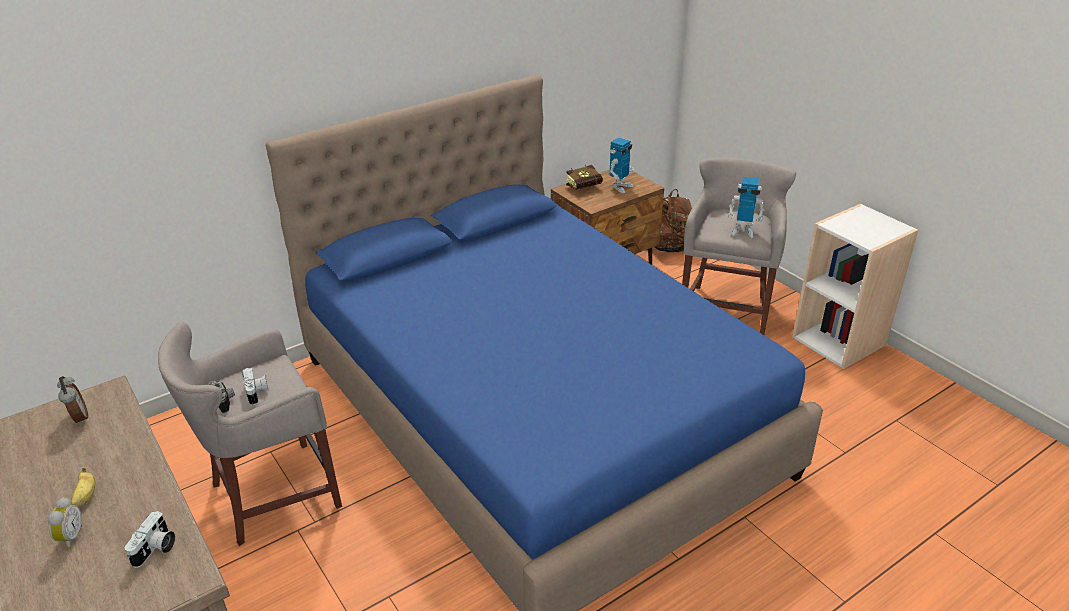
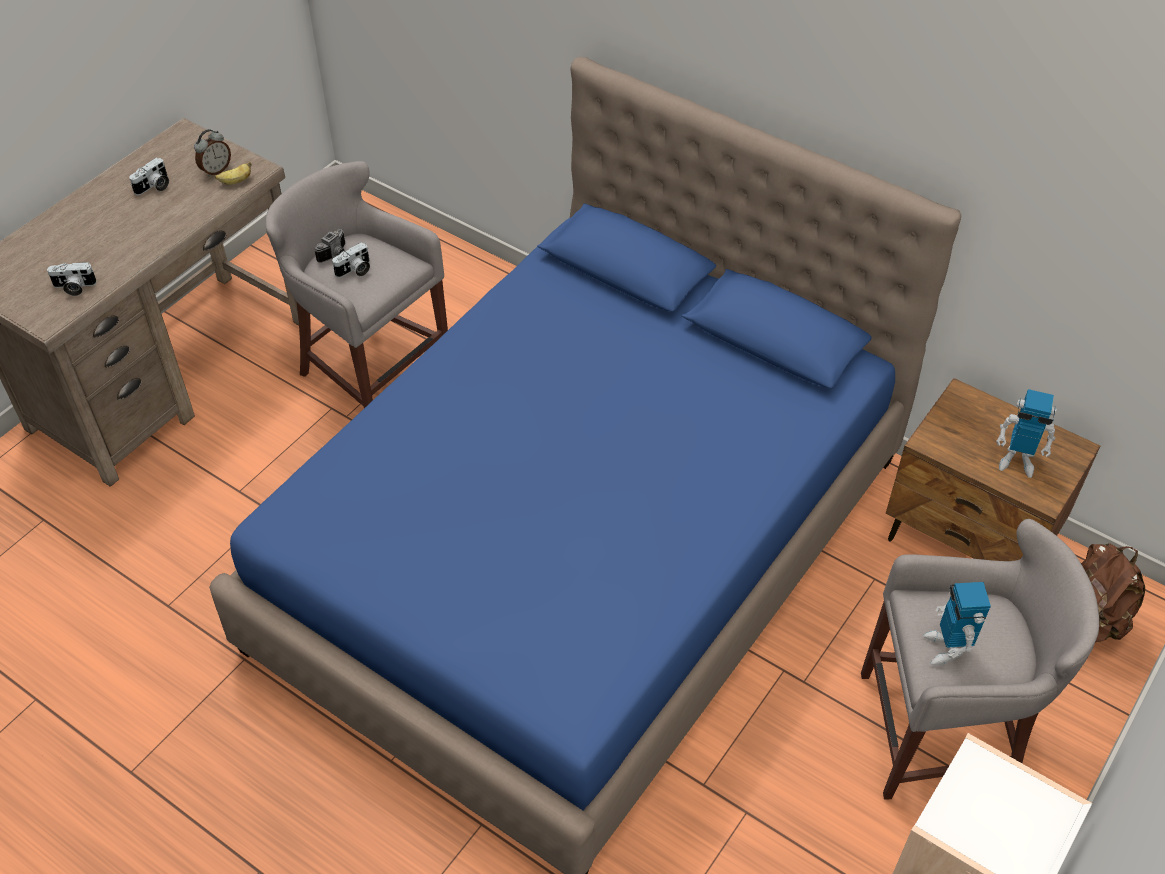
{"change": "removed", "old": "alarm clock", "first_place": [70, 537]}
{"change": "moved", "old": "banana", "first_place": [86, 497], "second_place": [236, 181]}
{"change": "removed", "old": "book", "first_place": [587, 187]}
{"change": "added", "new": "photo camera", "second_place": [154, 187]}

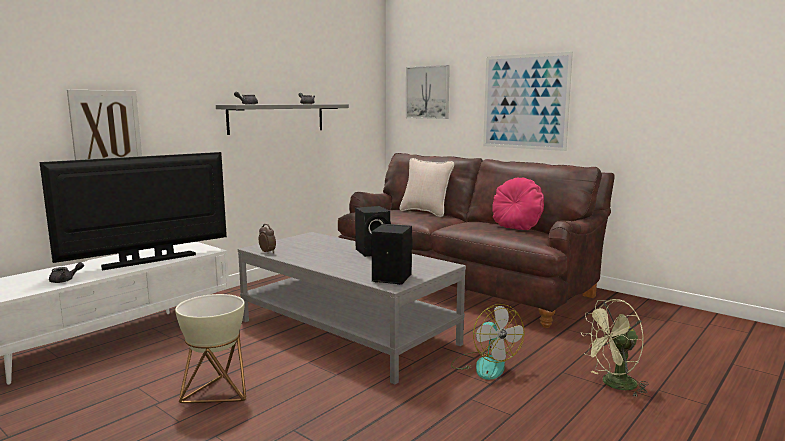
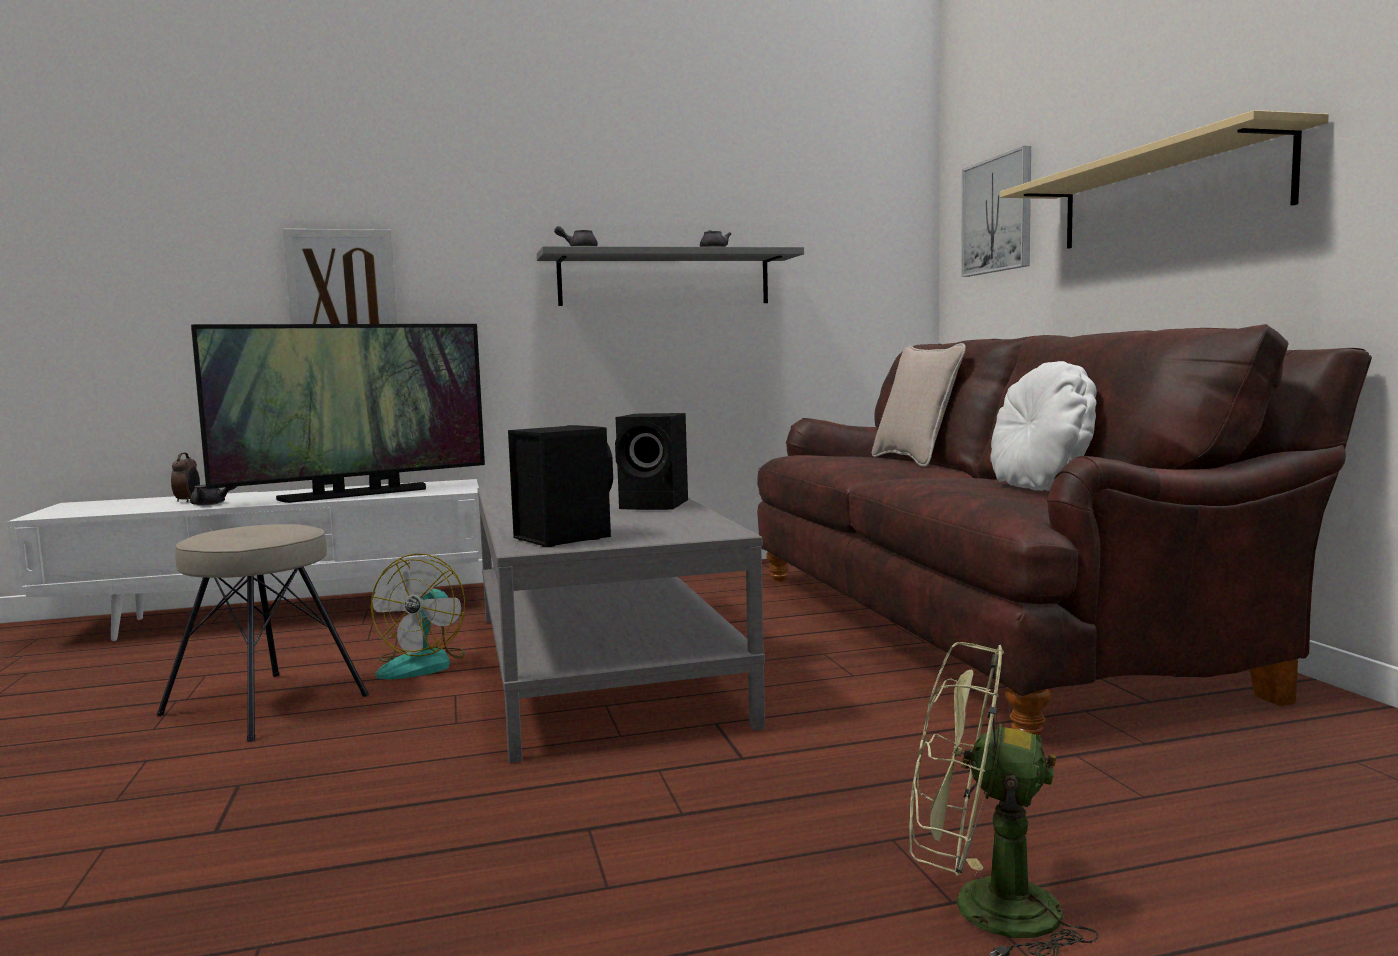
{"change": "turned", "old": "television", "first_place": [148, 260], "second_place": [356, 494], "degrees": 150}
{"change": "replaced", "old": "planter", "new": "beige stool", "first_place": [217, 392], "second_place": [266, 704]}
{"change": "moved", "old": "alarm clock", "first_place": [268, 252], "second_place": [188, 501]}
{"change": "moved", "old": "fan", "first_place": [484, 365], "second_place": [424, 664]}
{"change": "replaced", "old": "picture", "new": "beige shelf", "first_place": [525, 102], "second_place": [1166, 195]}
{"change": "recoloured", "old": "pink pillow", "new": "white pillow", "first_place": [516, 228], "second_place": [1041, 489]}

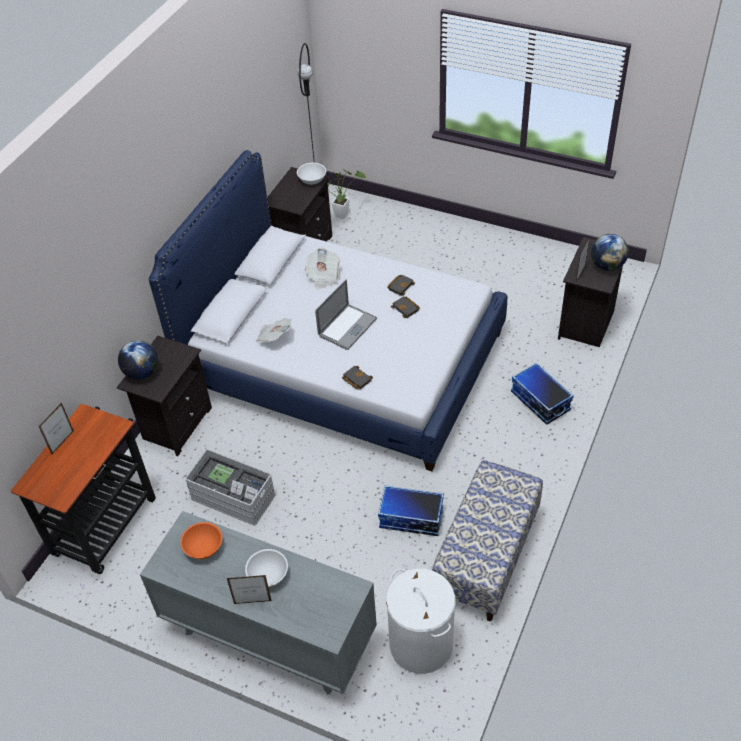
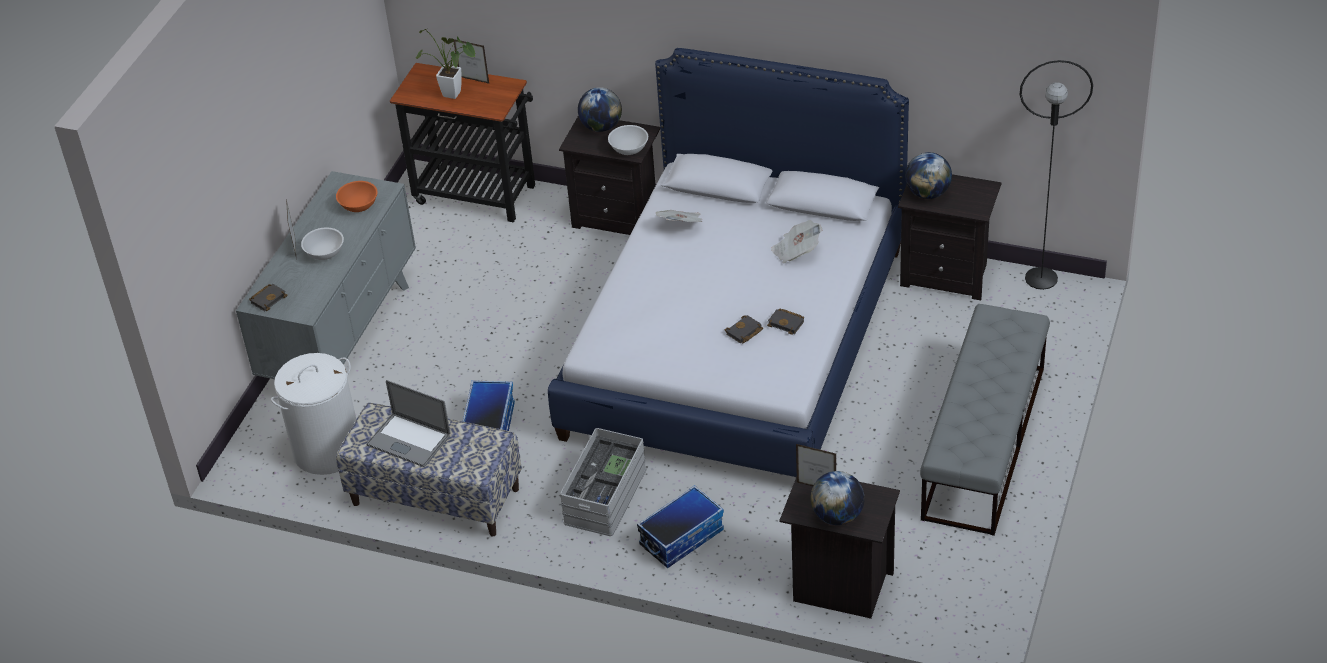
{"change": "moved", "old": "grey storage box", "first_place": [233, 496], "second_place": [606, 496]}
{"change": "moved", "old": "white bowl", "first_place": [312, 180], "second_place": [629, 148]}
{"change": "moved", "old": "laptop", "first_place": [347, 327], "second_place": [409, 440]}
{"change": "moved", "old": "potted plant", "first_place": [343, 213], "second_place": [456, 95]}
{"change": "moved", "old": "black book", "first_place": [356, 379], "second_place": [268, 298]}
{"change": "added", "new": "globe", "second_place": [927, 193]}
{"change": "added", "new": "grey bench", "second_place": [984, 443]}

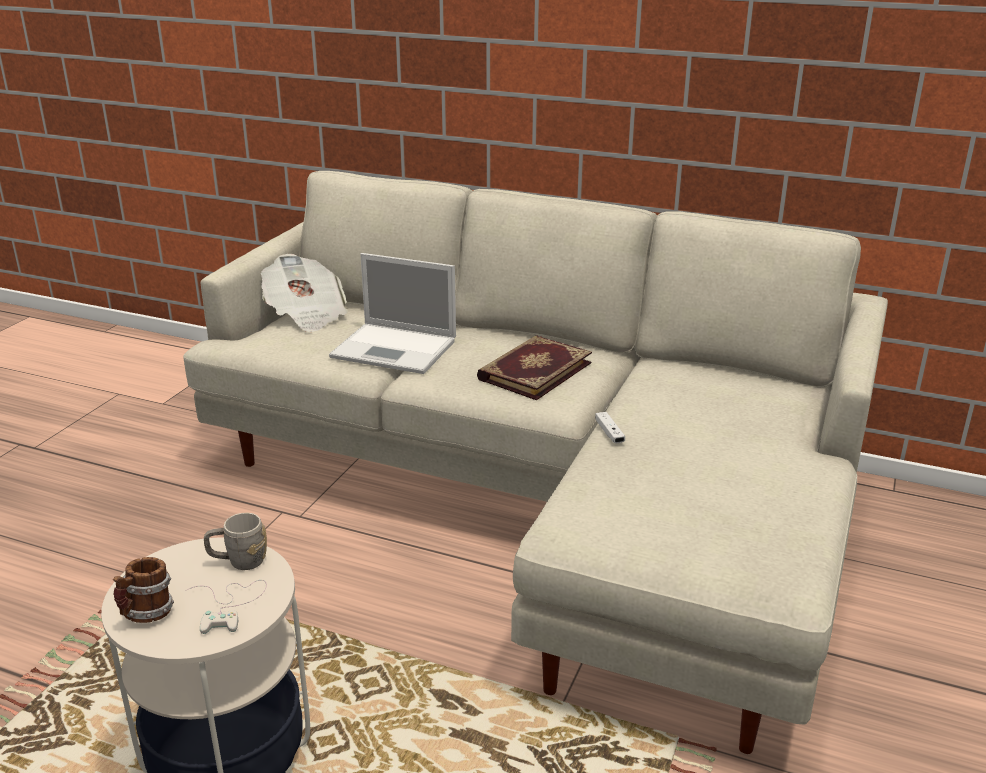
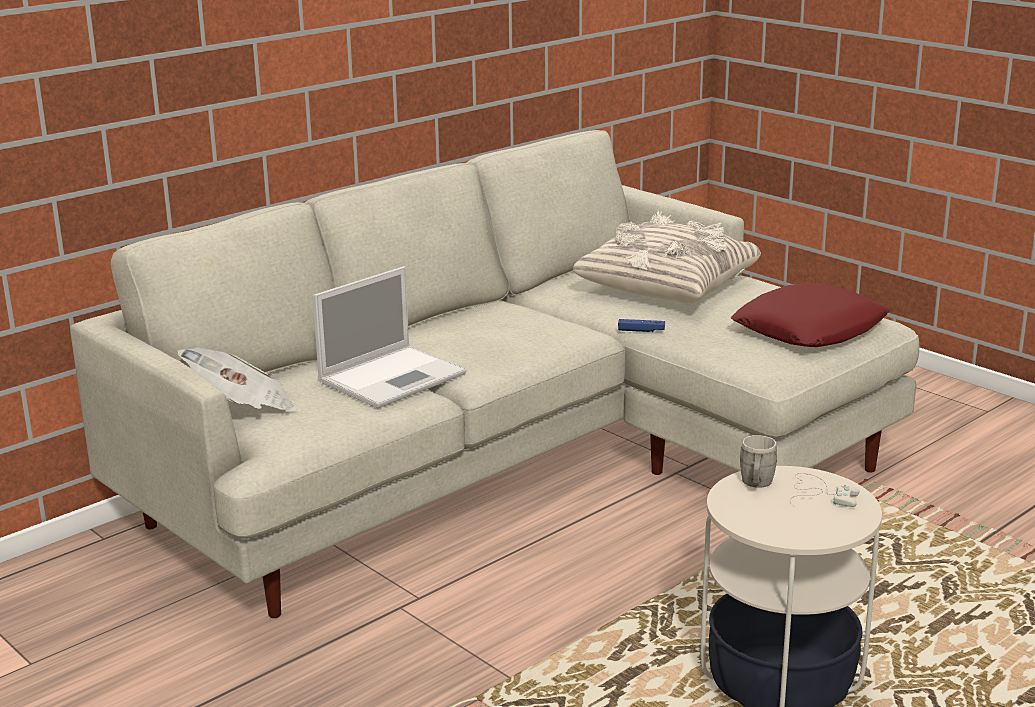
{"change": "removed", "old": "mug", "first_place": [147, 614]}
{"change": "removed", "old": "book", "first_place": [533, 370]}
{"change": "recoloured", "old": "white game controller", "new": "blue game controller", "first_place": [609, 433], "second_place": [641, 330]}
{"change": "added", "new": "beige pillow", "second_place": [667, 289]}
{"change": "added", "new": "red pillow", "second_place": [809, 329]}

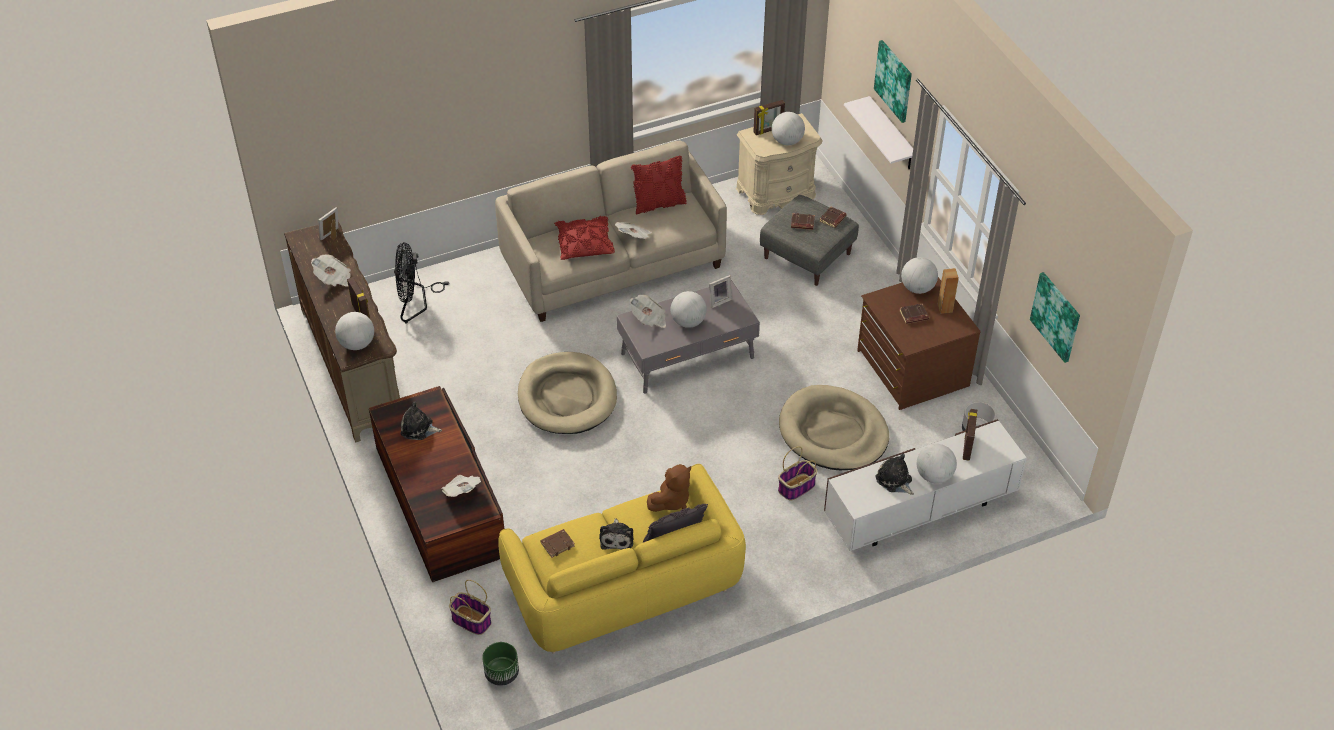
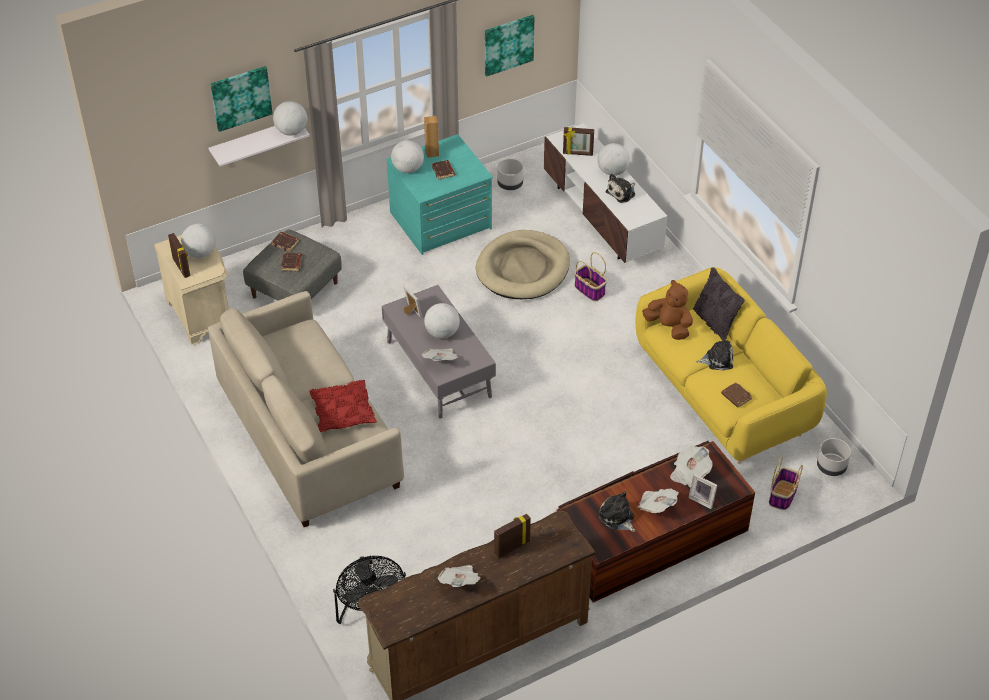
{"change": "moved", "old": "picture frame", "first_place": [332, 236], "second_place": [702, 499]}
{"change": "moved", "old": "globe", "first_place": [357, 344], "second_place": [291, 131]}
{"change": "turned", "old": "plush toy", "first_place": [419, 429], "second_place": [617, 518], "degrees": 135}
{"change": "recoloured", "old": "green planter", "new": "grey planter", "first_place": [501, 674], "second_place": [831, 467]}
{"change": "removed", "old": "beige dog bed", "first_place": [567, 397]}
{"change": "moved", "old": "newspaper", "first_place": [634, 237], "second_place": [656, 506]}
{"change": "removed", "old": "red pillow", "first_place": [659, 204]}
{"change": "recoloured", "old": "brown dresser", "new": "turquoise dresser", "first_place": [911, 368], "second_place": [441, 221]}

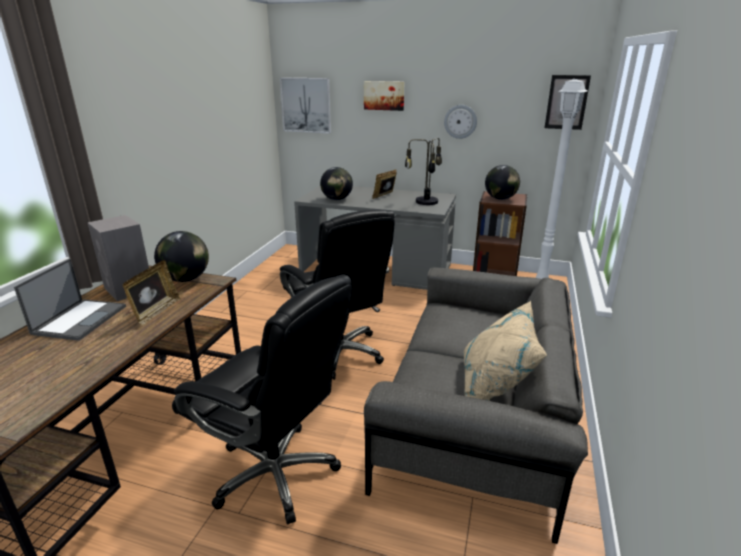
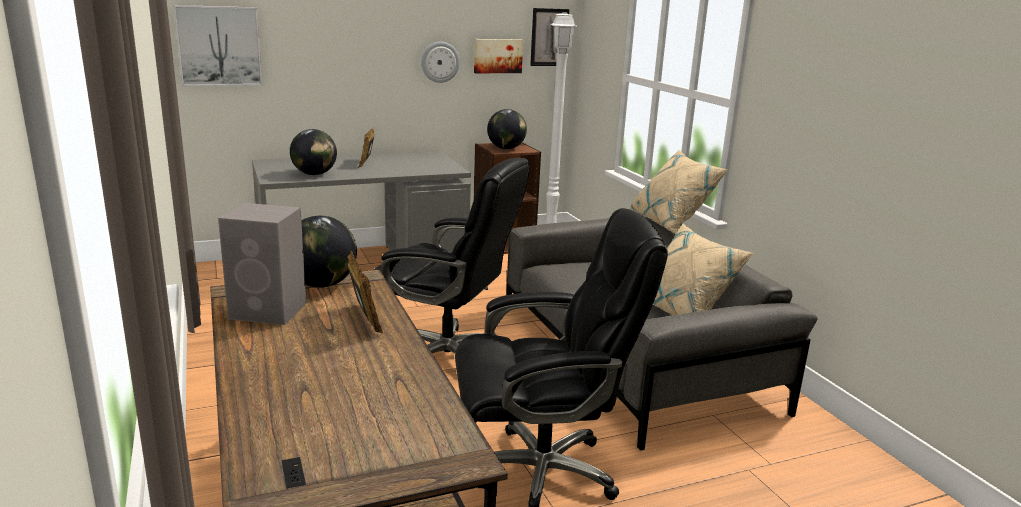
{"change": "removed", "old": "laptop", "first_place": [80, 319]}
{"change": "moved", "old": "picture", "first_place": [384, 95], "second_place": [497, 56]}
{"change": "removed", "old": "table lamp", "first_place": [426, 201]}
{"change": "added", "new": "beige pillow", "second_place": [671, 223]}

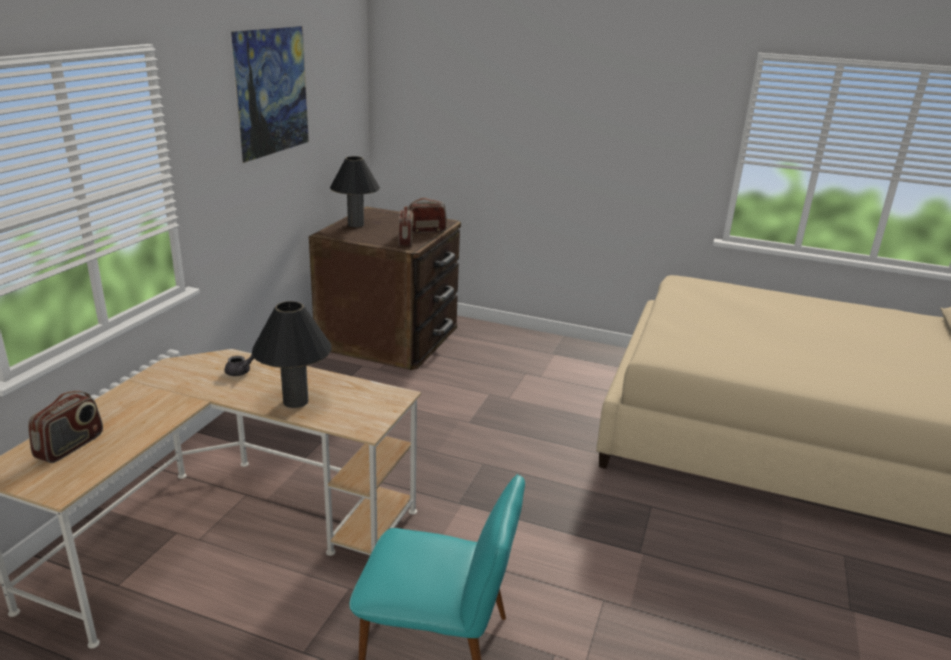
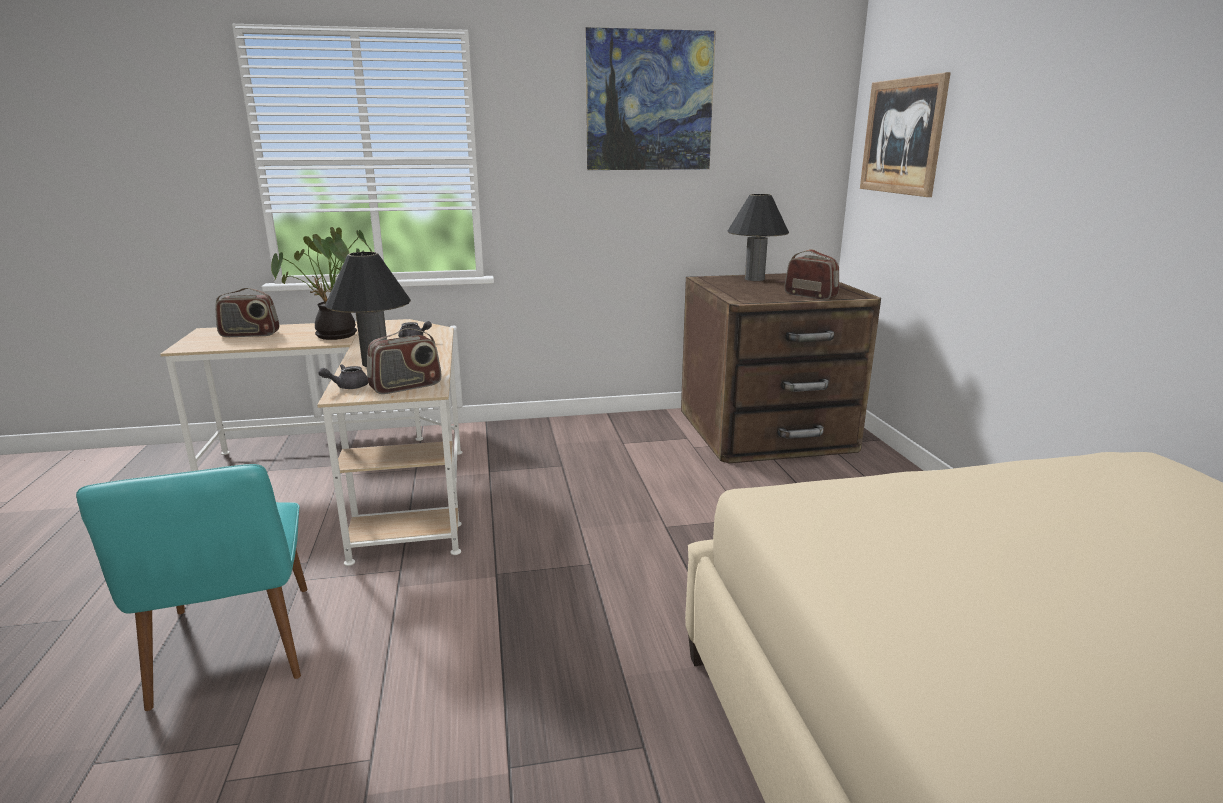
{"change": "moved", "old": "radio", "first_place": [406, 241], "second_place": [406, 387]}
{"change": "added", "new": "potted plant", "second_place": [334, 336]}
{"change": "added", "new": "grey teapot", "second_place": [347, 386]}
{"change": "added", "new": "picture", "second_place": [902, 136]}

